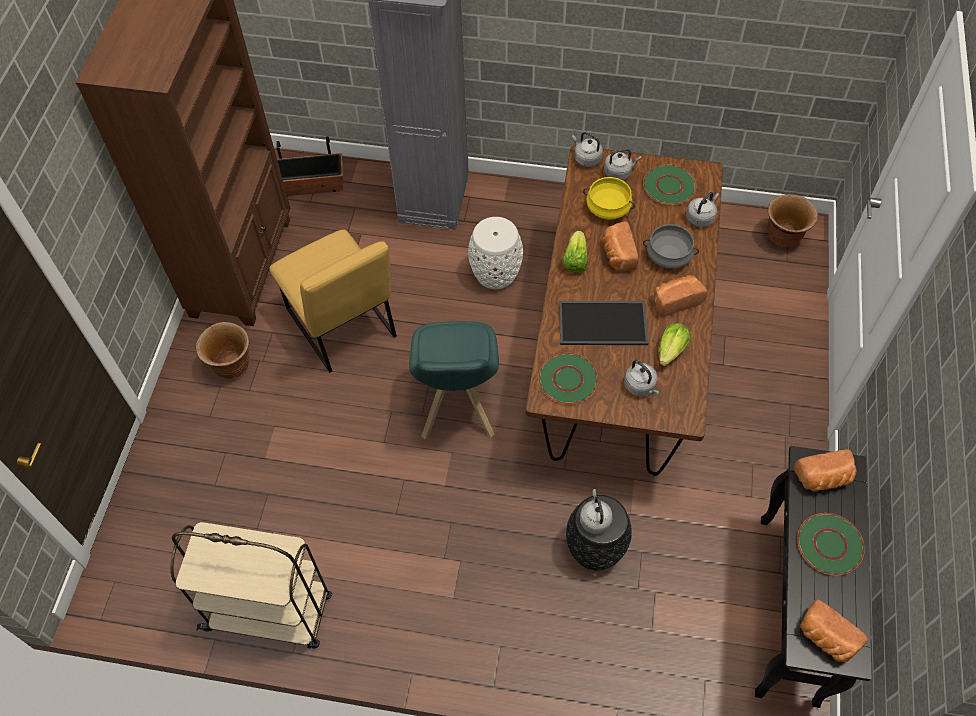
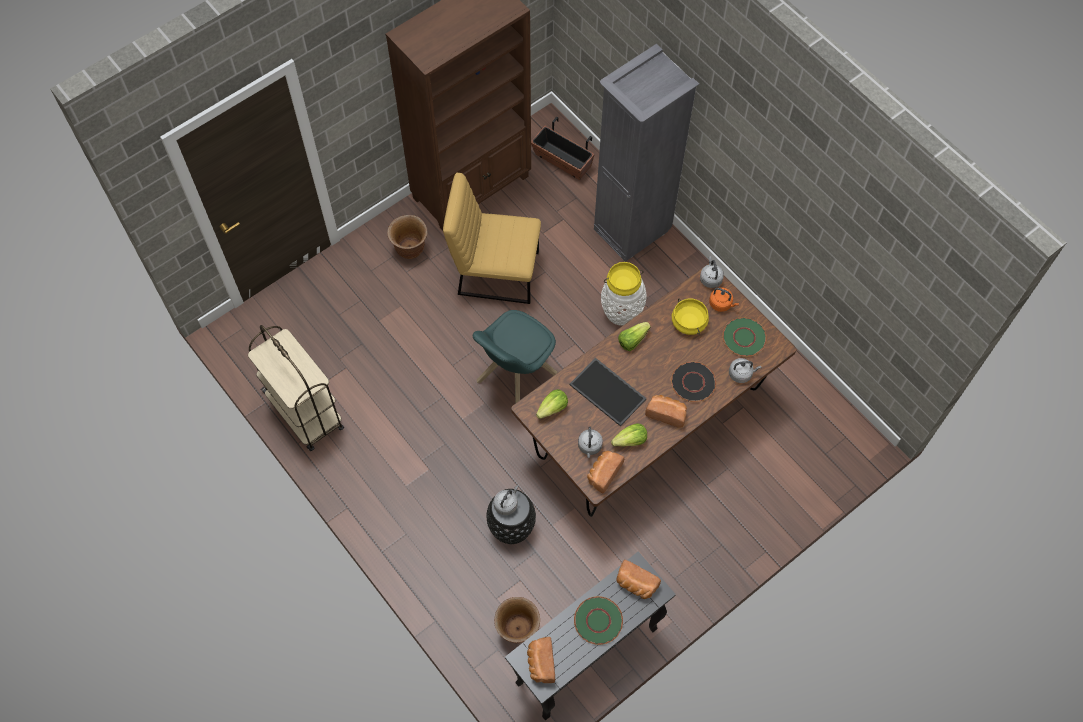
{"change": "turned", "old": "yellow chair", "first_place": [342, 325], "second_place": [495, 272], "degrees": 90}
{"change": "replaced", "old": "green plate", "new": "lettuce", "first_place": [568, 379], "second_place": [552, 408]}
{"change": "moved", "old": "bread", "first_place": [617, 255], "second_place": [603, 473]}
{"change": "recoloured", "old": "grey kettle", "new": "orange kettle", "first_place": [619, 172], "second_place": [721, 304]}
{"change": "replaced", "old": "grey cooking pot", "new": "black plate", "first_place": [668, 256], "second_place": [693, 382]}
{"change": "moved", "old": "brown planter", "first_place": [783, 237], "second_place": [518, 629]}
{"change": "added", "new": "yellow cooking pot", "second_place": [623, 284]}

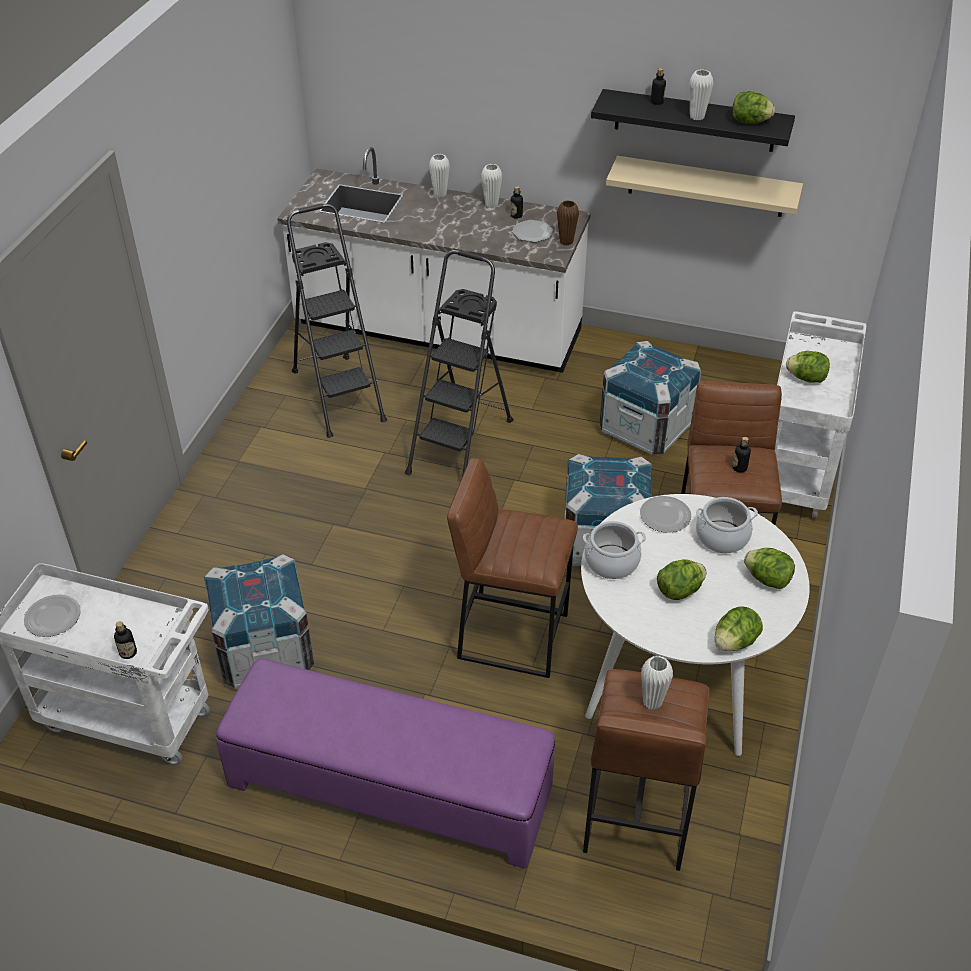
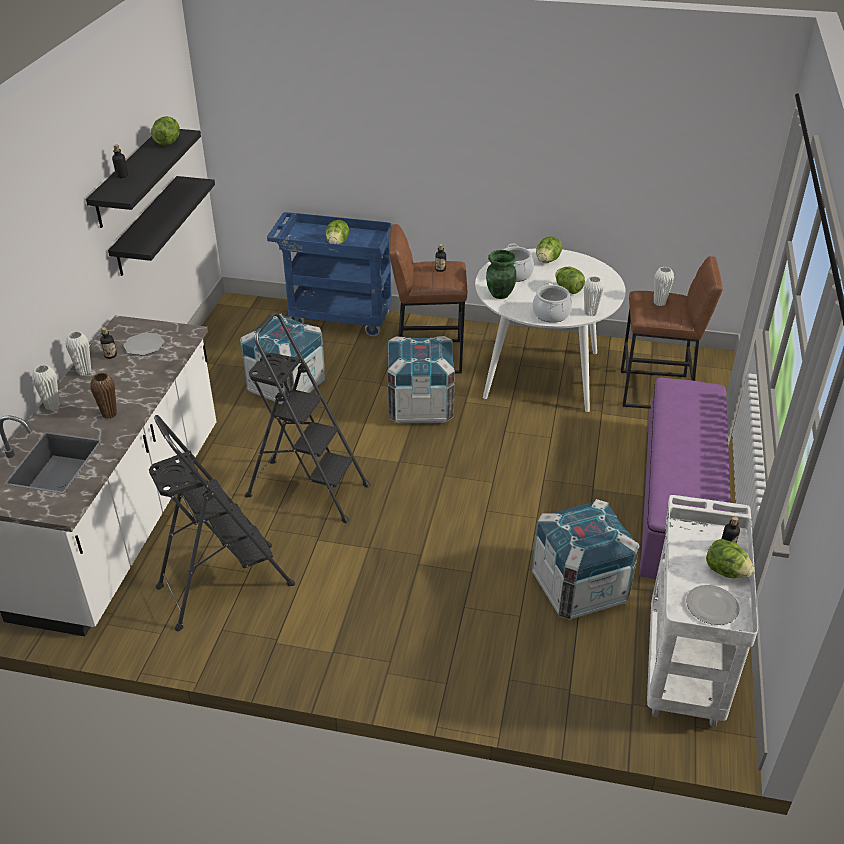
{"change": "removed", "old": "brown stool", "first_place": [511, 635]}
{"change": "moved", "old": "brown vase", "first_place": [566, 241], "second_place": [109, 414]}
{"change": "recoloured", "old": "beige shelf", "new": "black shelf", "first_place": [706, 186], "second_place": [147, 226]}
{"change": "replaced", "old": "plate", "new": "green vase", "first_place": [664, 516], "second_place": [500, 294]}
{"change": "moved", "old": "white vase", "first_place": [697, 117], "second_place": [590, 313]}
{"change": "moved", "old": "lettuce", "first_place": [735, 642], "second_place": [725, 571]}
{"change": "recoloured", "old": "white cart", "new": "blue cart", "first_place": [796, 471], "second_place": [336, 321]}

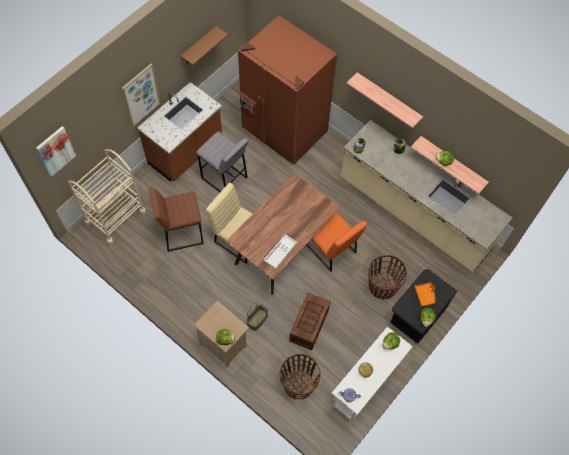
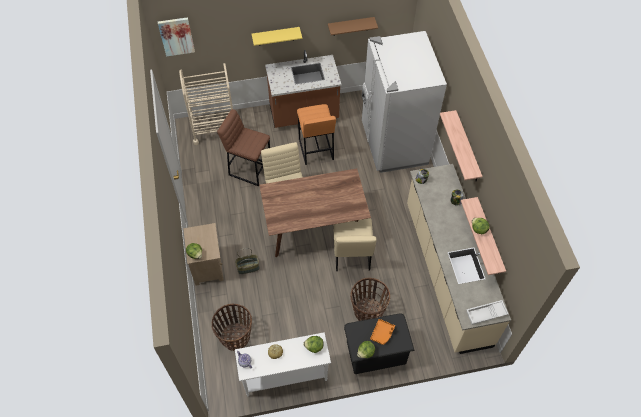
{"change": "replaced", "old": "picture", "new": "yellow shelf", "first_place": [140, 95], "second_place": [276, 36]}
{"change": "recoloured", "old": "grey stool", "new": "orange stool", "first_place": [225, 178], "second_place": [316, 150]}
{"change": "recoloured", "old": "brown fridge", "new": "white fridge", "first_place": [284, 131], "second_place": [393, 143]}
{"change": "moved", "old": "white tray", "first_place": [280, 253], "second_place": [486, 314]}
{"change": "removed", "old": "crate", "first_place": [309, 324]}
{"change": "recoloured", "old": "orange chair", "new": "beige chair", "first_place": [331, 249], "second_place": [351, 254]}

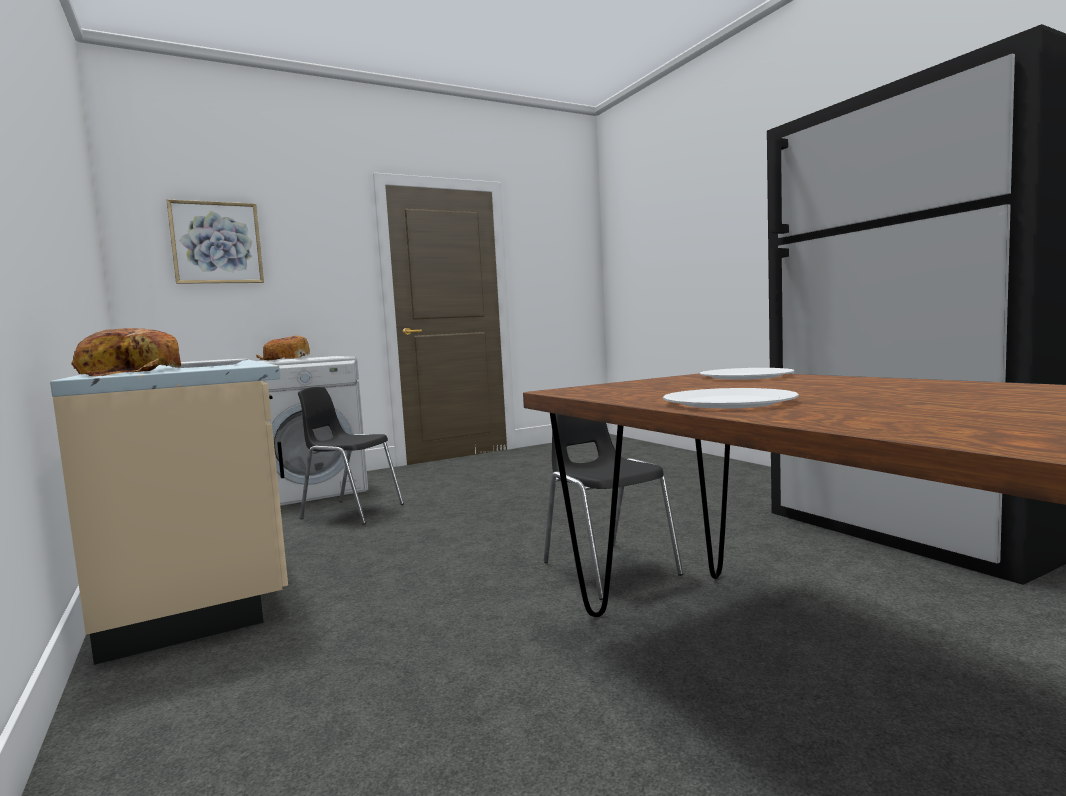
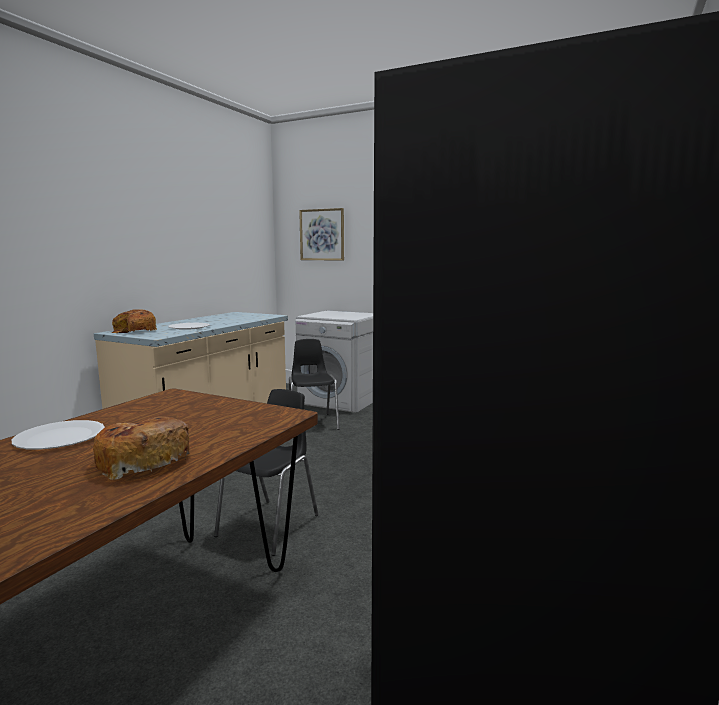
{"change": "moved", "old": "bread", "first_place": [285, 359], "second_place": [142, 461]}
{"change": "removed", "old": "white plate", "first_place": [745, 376]}

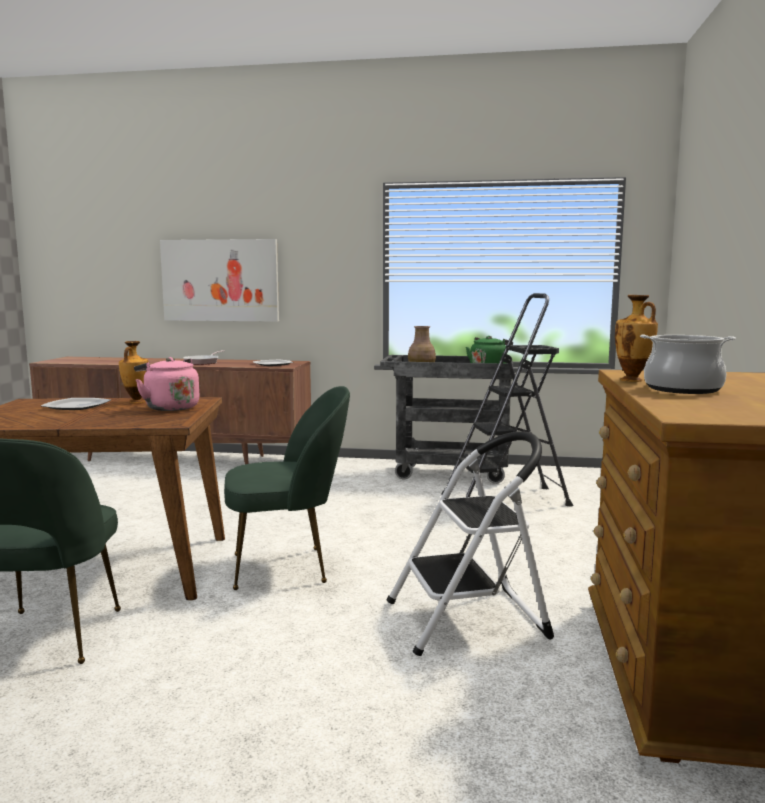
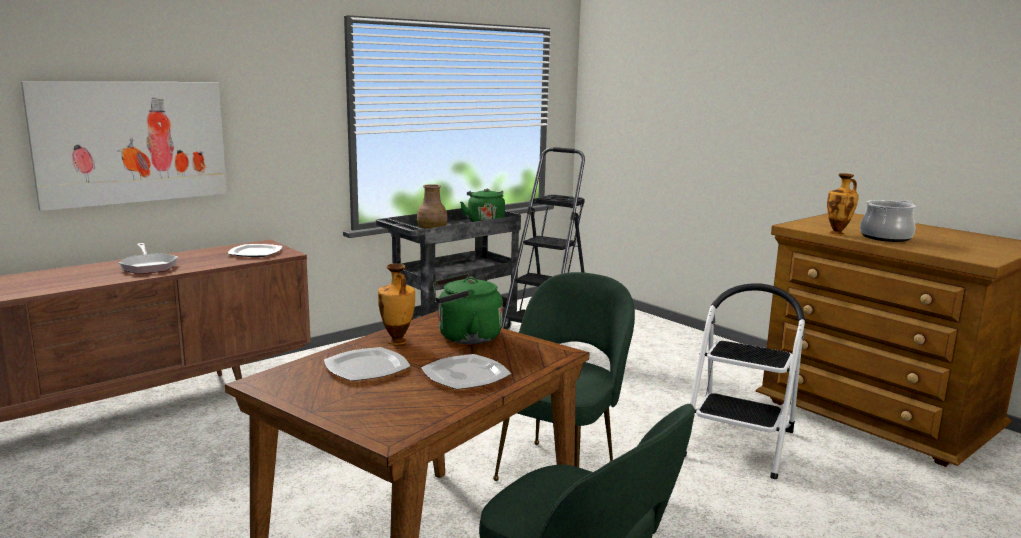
{"change": "recoloured", "old": "pink kettle", "new": "green kettle", "first_place": [169, 408], "second_place": [465, 337]}
{"change": "added", "new": "plate", "second_place": [467, 375]}

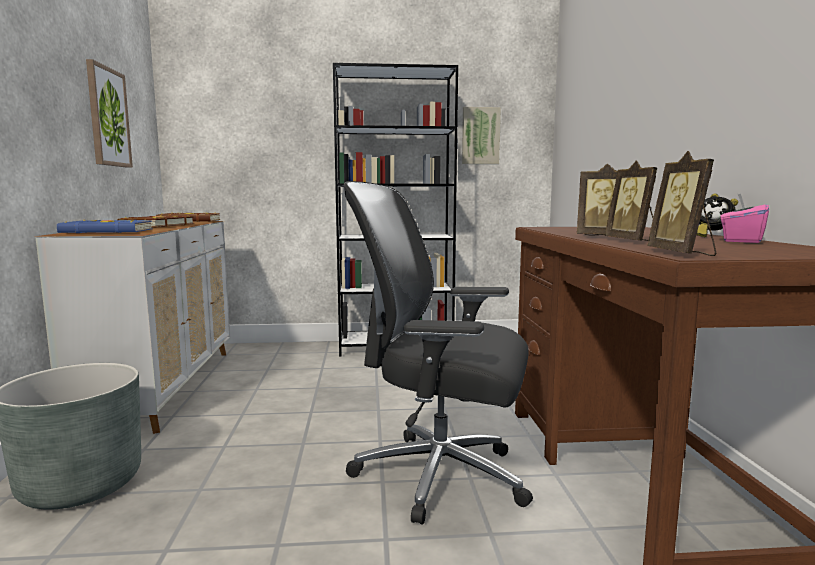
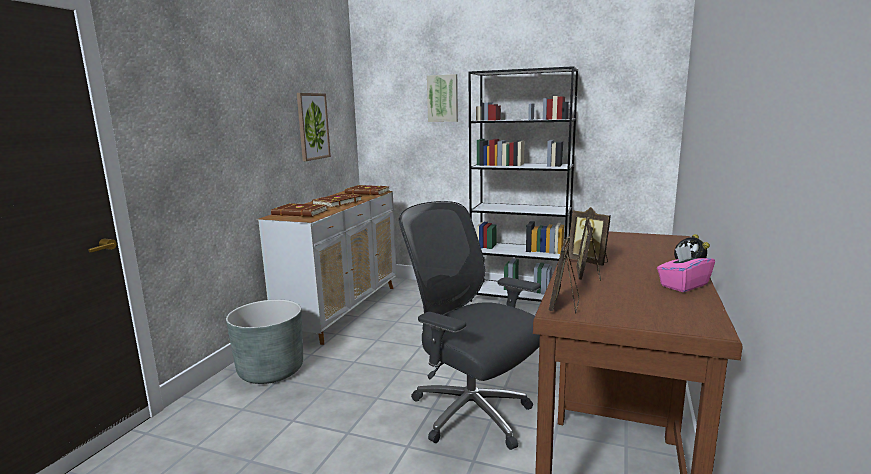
{"change": "recoloured", "old": "blue book", "new": "brown book", "first_place": [107, 231], "second_place": [299, 213]}
{"change": "moved", "old": "picture", "first_place": [480, 136], "second_place": [443, 98]}

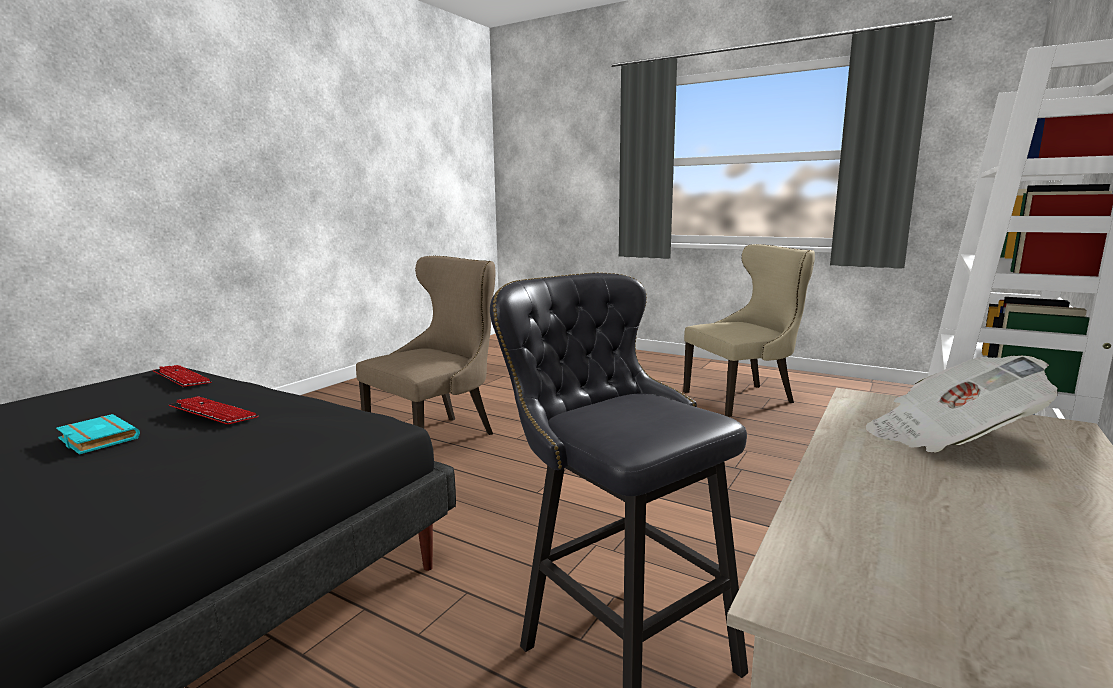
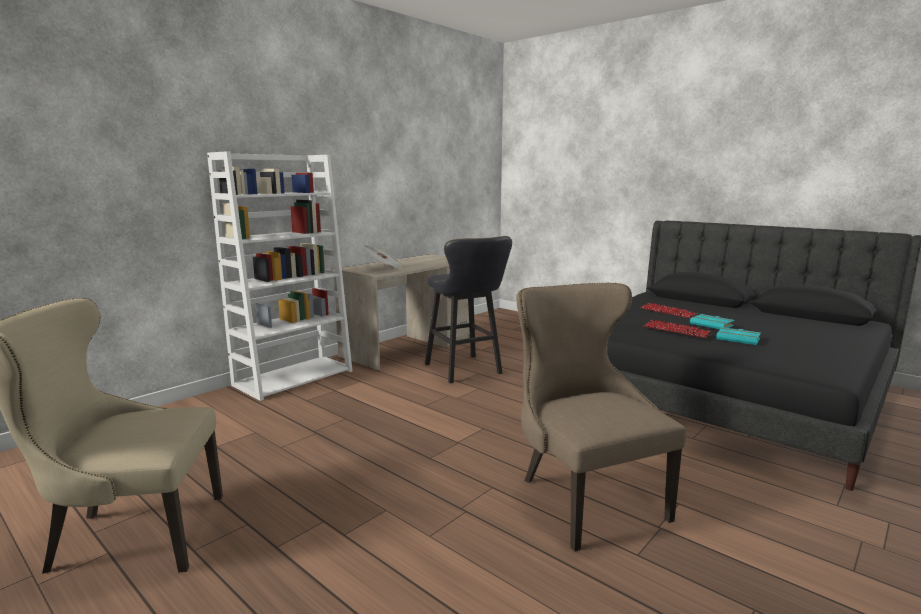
{"change": "moved", "old": "keyboard", "first_place": [181, 378], "second_place": [668, 312]}
{"change": "turned", "old": "beige chair", "first_place": [437, 438], "second_place": [584, 498], "degrees": 105}
{"change": "added", "new": "turquoise book", "second_place": [739, 339]}

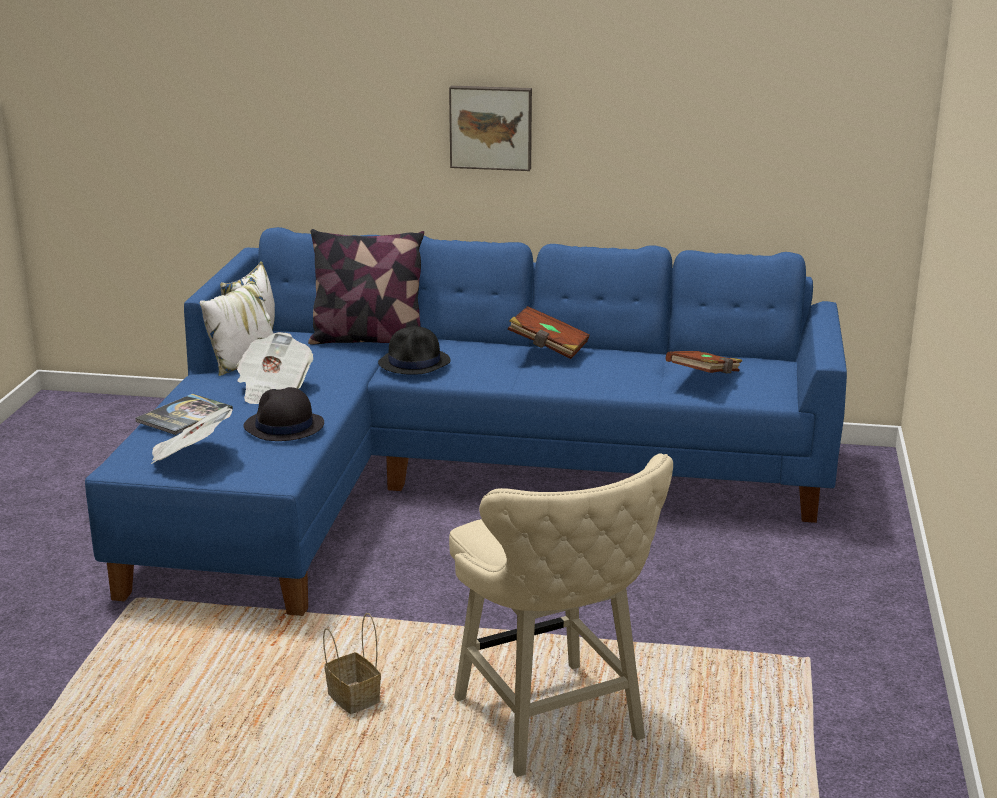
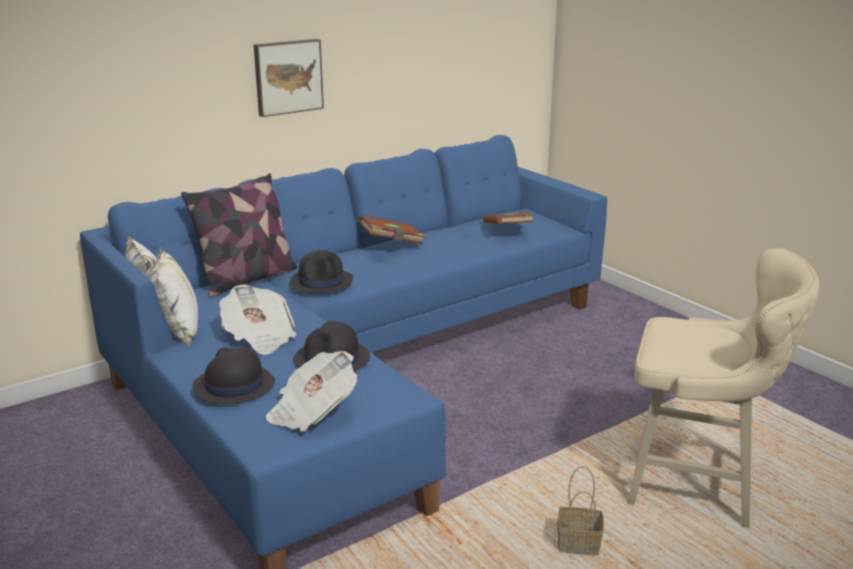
{"change": "replaced", "old": "book", "new": "black hat", "first_place": [184, 416], "second_place": [233, 385]}

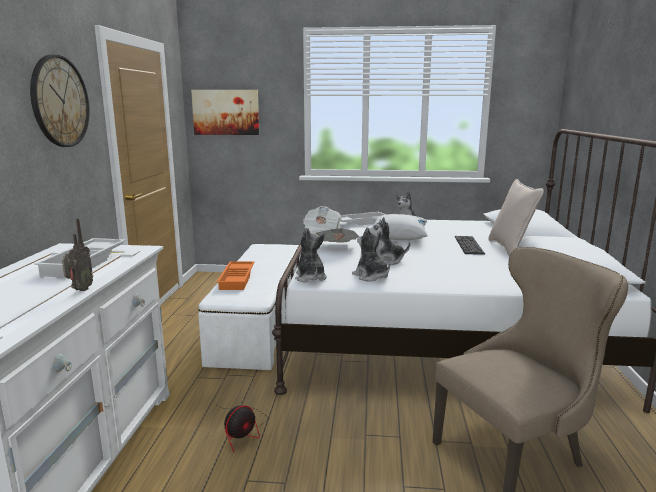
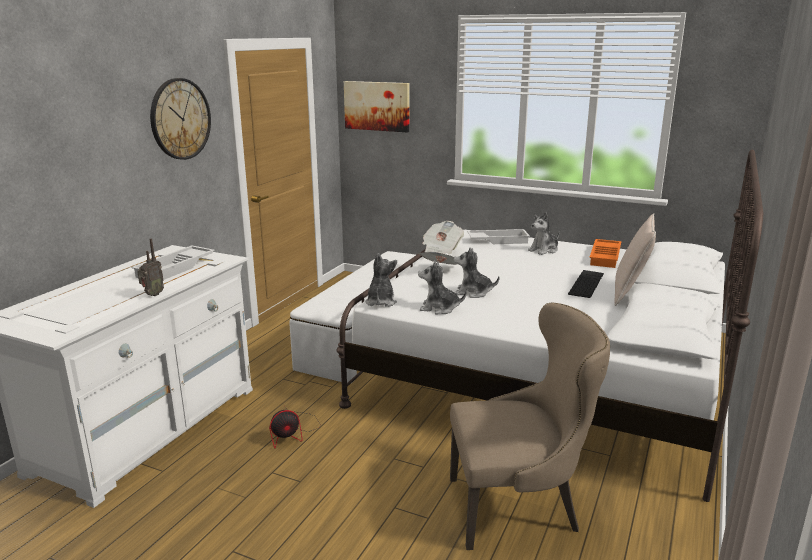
{"change": "moved", "old": "orange tray", "first_place": [237, 279], "second_place": [606, 257]}
{"change": "turned", "old": "plush toy", "first_place": [371, 276], "second_place": [439, 308], "degrees": -60}
{"change": "removed", "old": "grey pillow", "first_place": [398, 237]}

